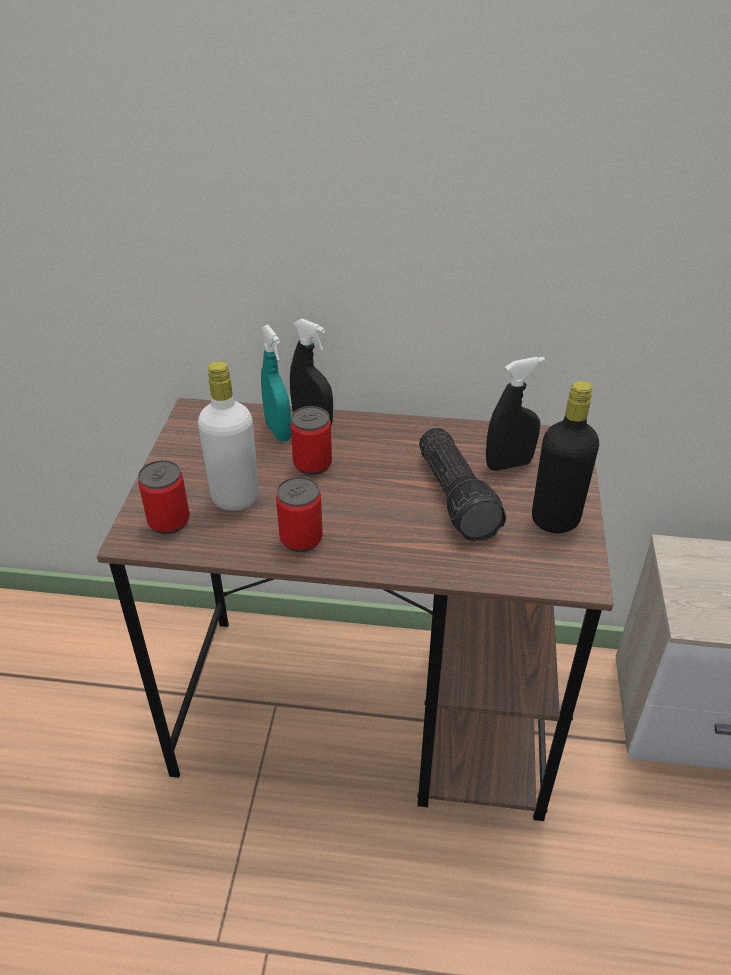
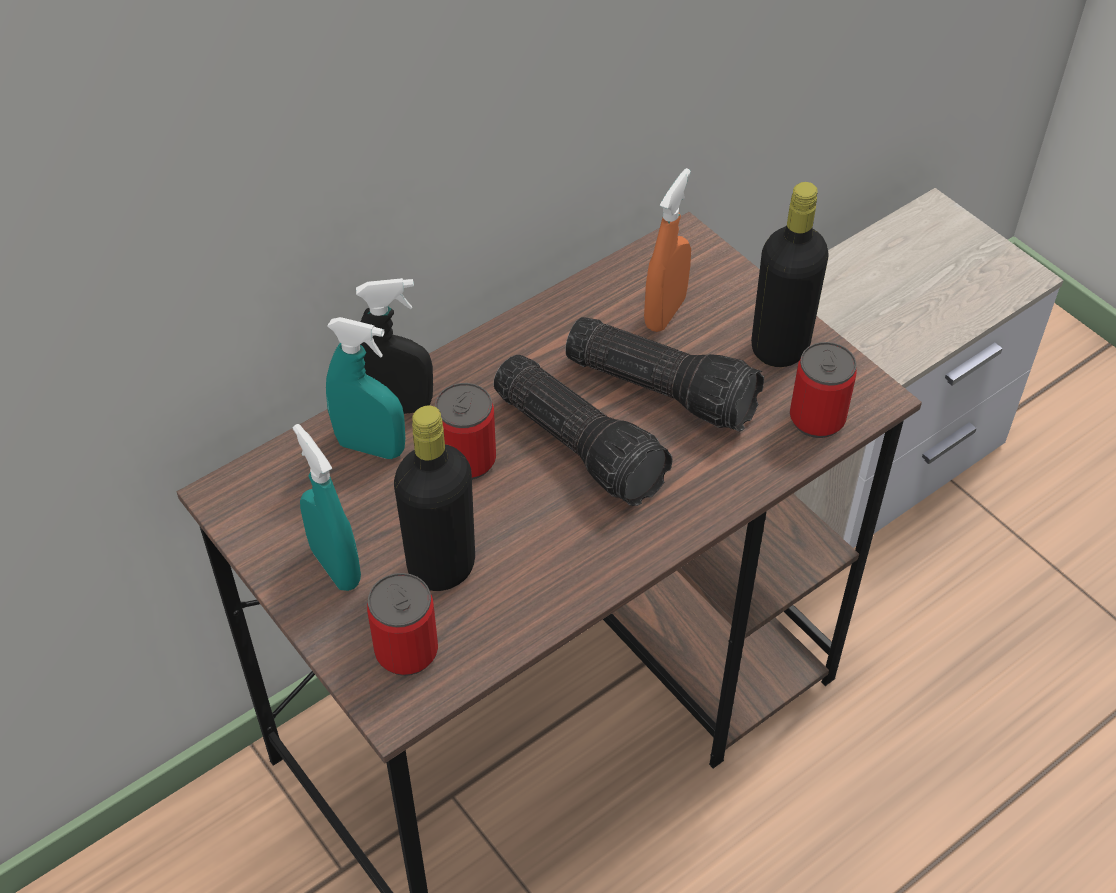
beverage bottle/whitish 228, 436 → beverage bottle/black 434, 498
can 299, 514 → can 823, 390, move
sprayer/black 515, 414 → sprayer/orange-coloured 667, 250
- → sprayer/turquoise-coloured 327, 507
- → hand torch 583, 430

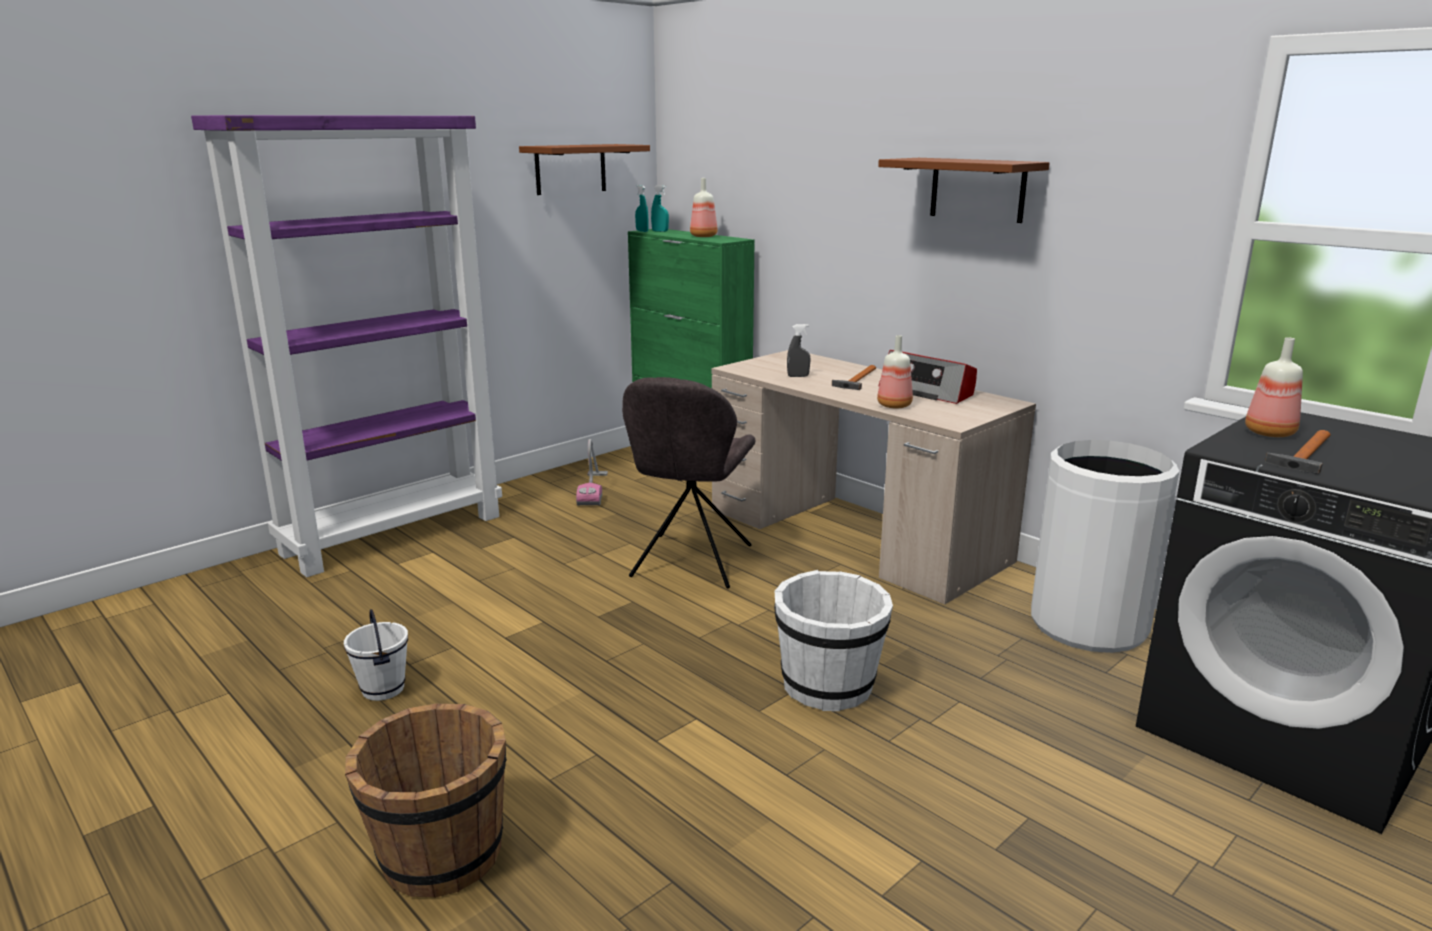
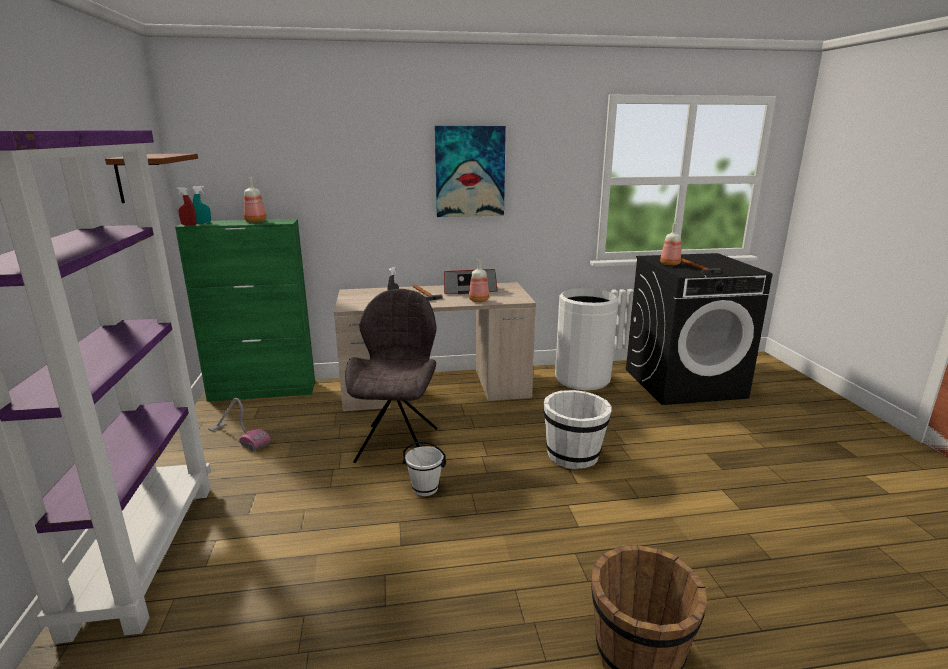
bucket/whitish 376, 655 → bucket/whitish 424, 468, move
upright chair/greyish 689, 482 → upright chair/greyish 391, 376, 135 degrees counterclockwise
sprayer/turquoise-coloured 642, 208 → sprayer/red-coloured 186, 206
shelf/brownish 964, 190 → wall art 470, 171

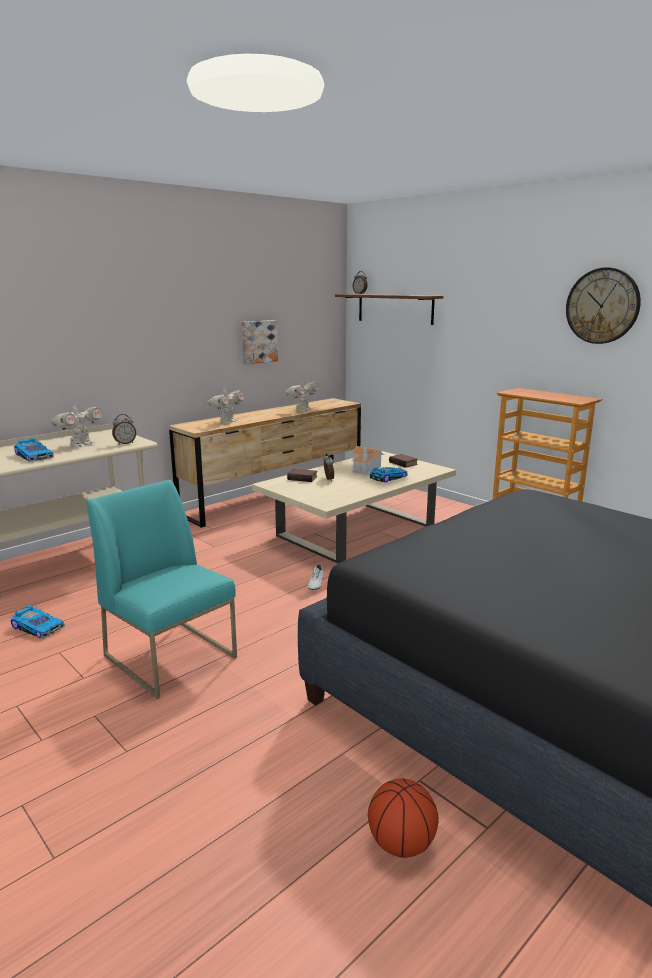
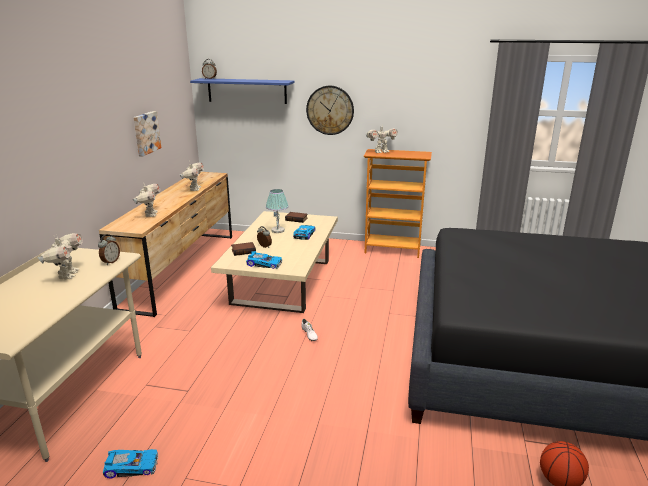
model car 34, 450 → model car 264, 260, move
upright chair/turquoise-coloured 162, 589 → -
shelf/brownish 389, 309 → shelf/blue-coloured 242, 91
toy house 368, 460 → table lamp 277, 211
wall clock 603, 305 → wall clock 330, 110, move
- → model robot 382, 139

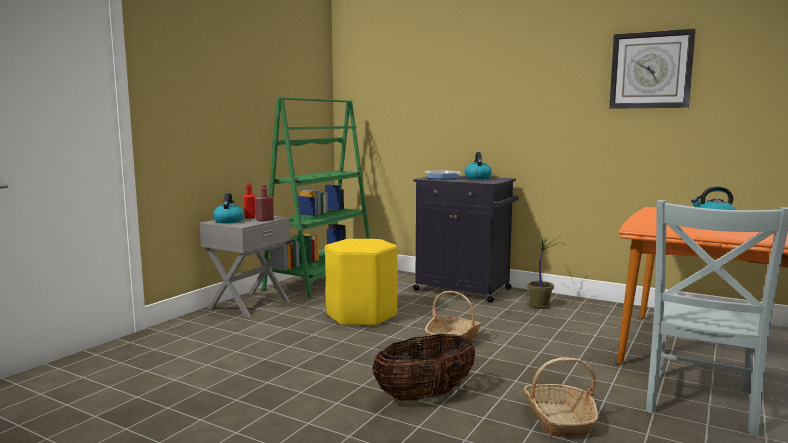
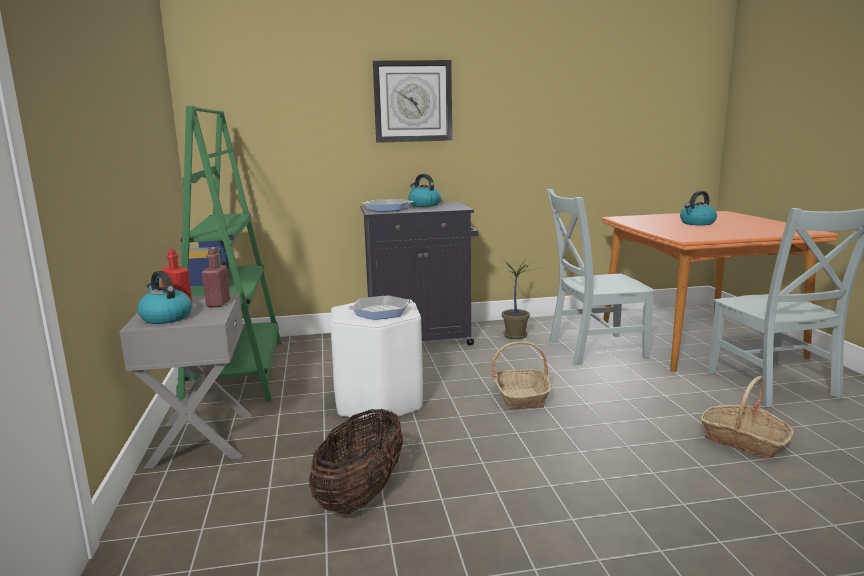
stool seat/yellow-coloured 361, 282 → stool seat/whitish 376, 362
storage basket 423, 367 → storage basket 356, 461, move
wall clock 652, 69 → wall clock 412, 101, move
- → pan 380, 307
- → upright chair/greyish 601, 277

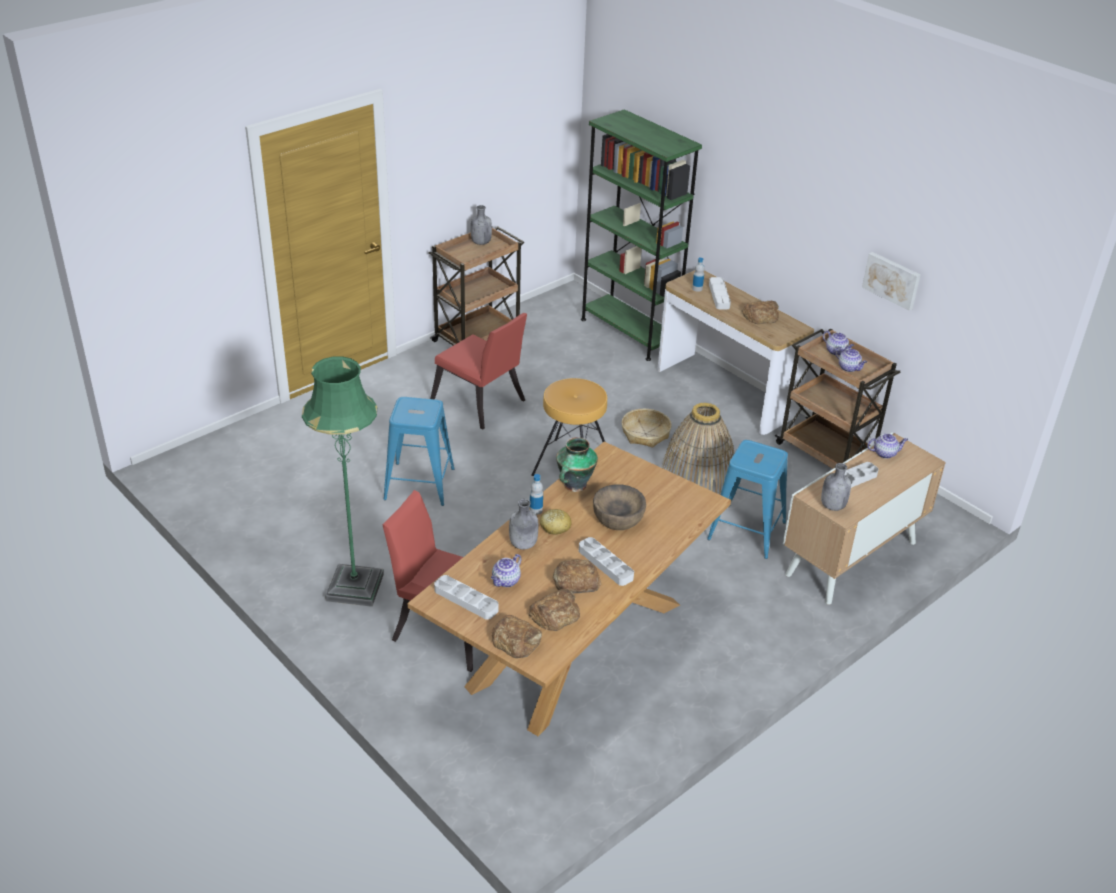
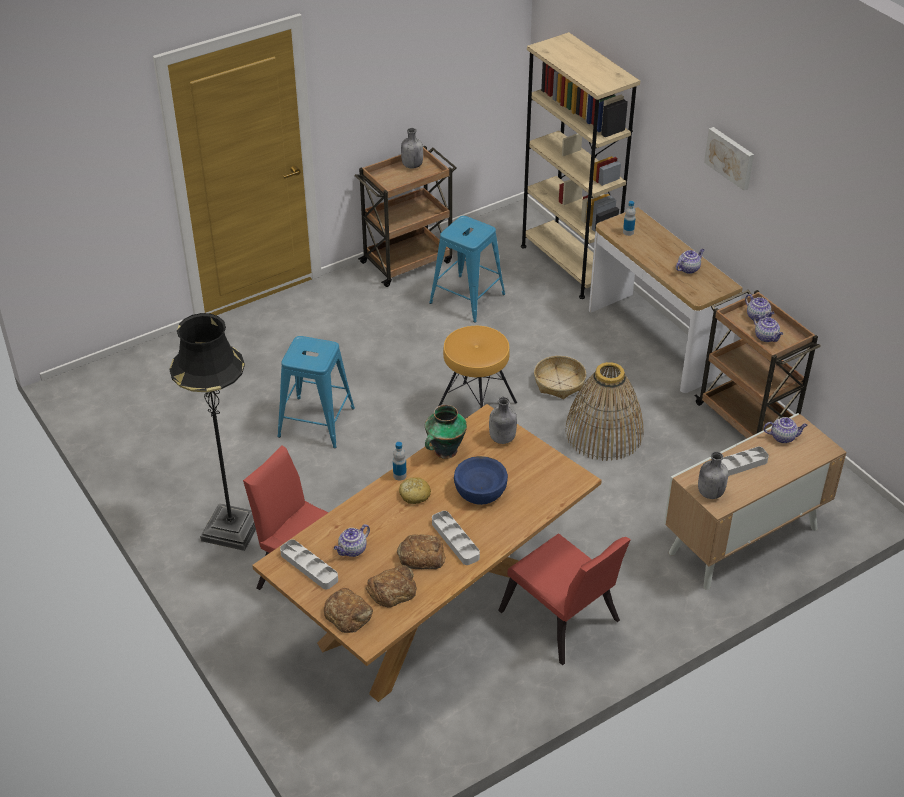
standard lamp/green 343, 481 → standard lamp/black 212, 432
upright chair/red-coloured 478, 371 → upright chair/red-coloured 564, 599, move
beverage bottle/greyish 523, 524 → beverage bottle/greyish 503, 420, move
bookcase/green 641, 235 → bookcase/beige-coloured 580, 165
deep dish/brownish 619, 507 → deep dish/blue-coloured 481, 480
stool seat/blue-coloured 747, 499 → stool seat/blue-coloured 467, 269, move
tray/greyish 720, 293 → -
bakery bread 760, 312 → tea pot 690, 261
wall art 891, 281 → wall art 729, 158, move

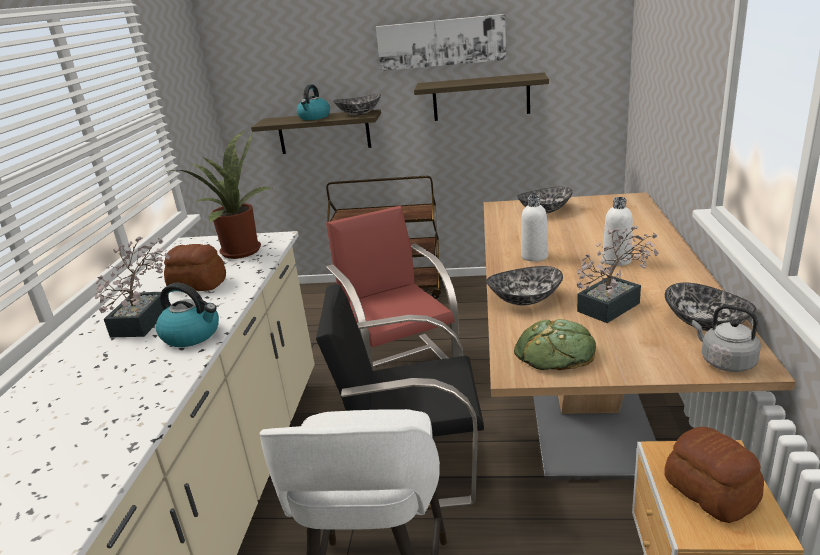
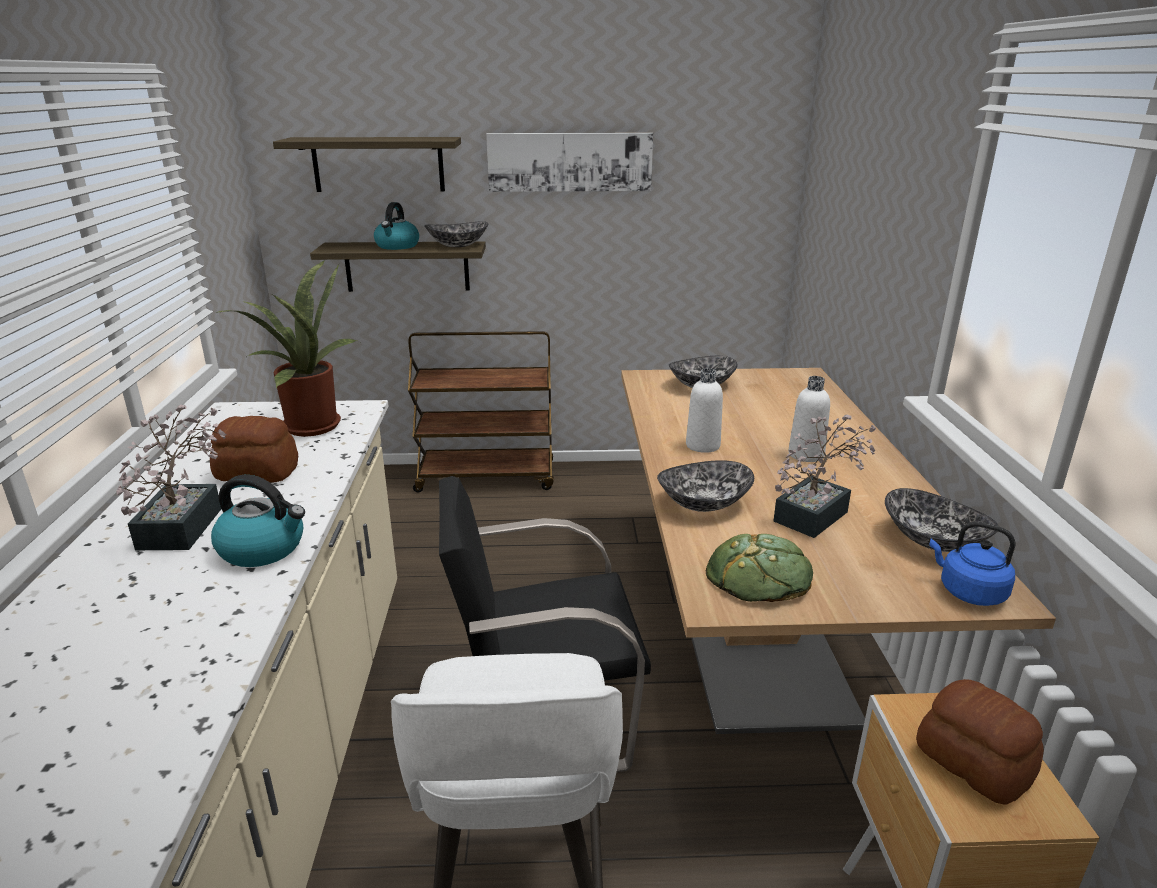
upright chair/red-coloured 393, 288 → -
shelf 481, 97 → shelf 367, 164, move
kettle/greyish 726, 338 → kettle/blue-coloured 972, 563

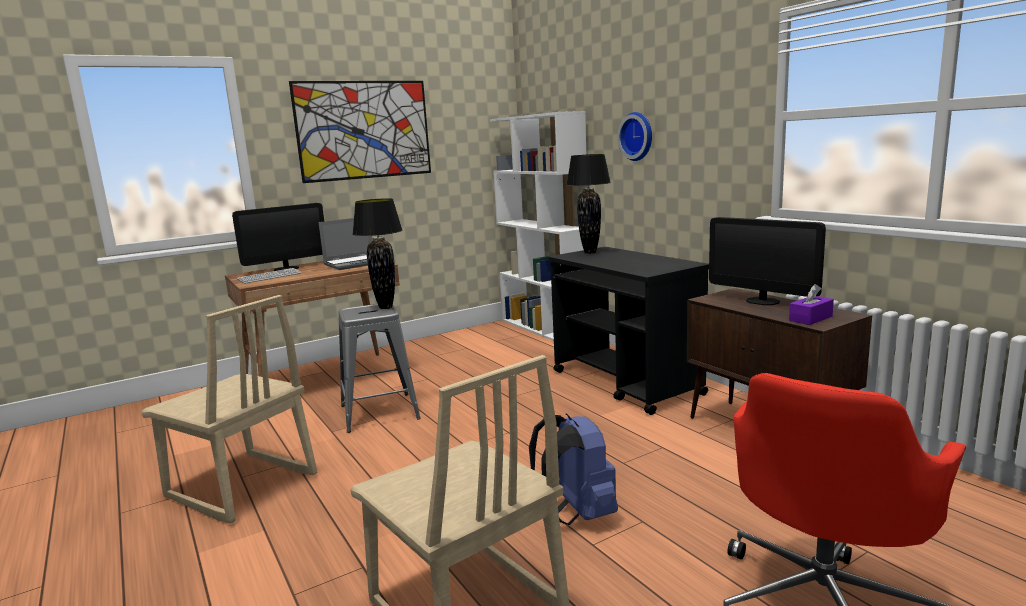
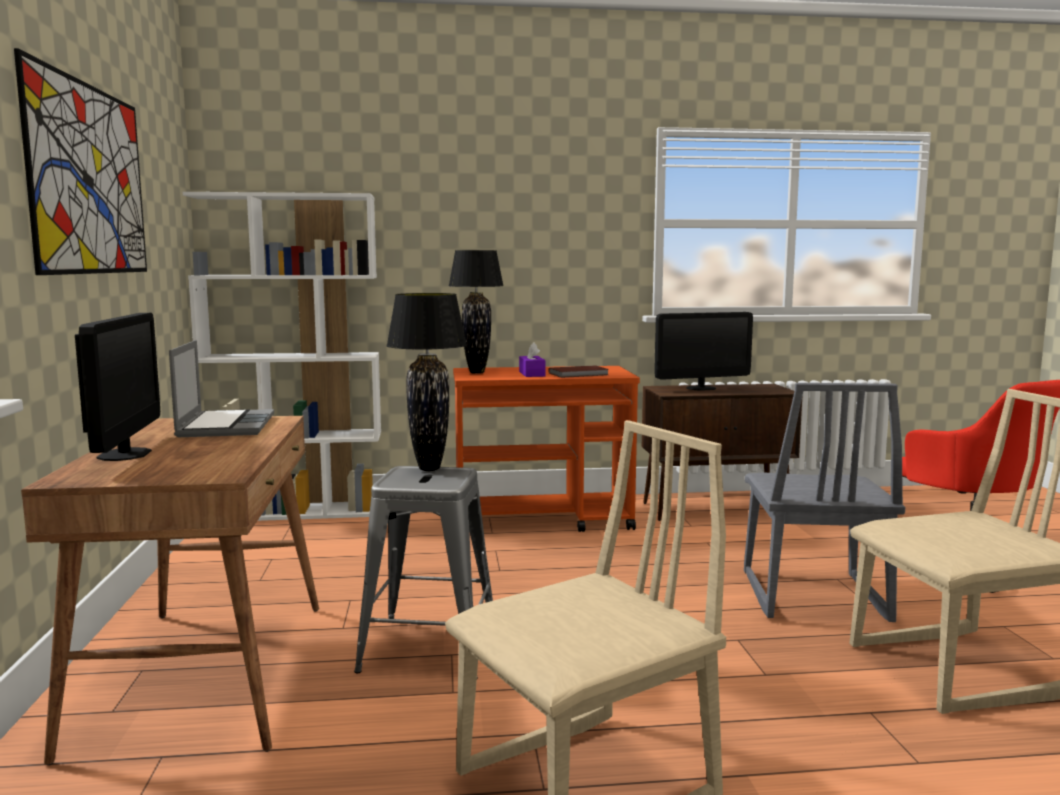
PC keyboard 269, 276 → -
backpack/blue-coloured 573, 469 → upright chair/greyish 824, 502
cart/black 628, 331 → cart/orange-coloured 546, 449
wall clock 634, 136 → -
tissue box/purple-coloured 811, 304 → tissue box/purple-coloured 532, 359, move
- → book/brownish 579, 371

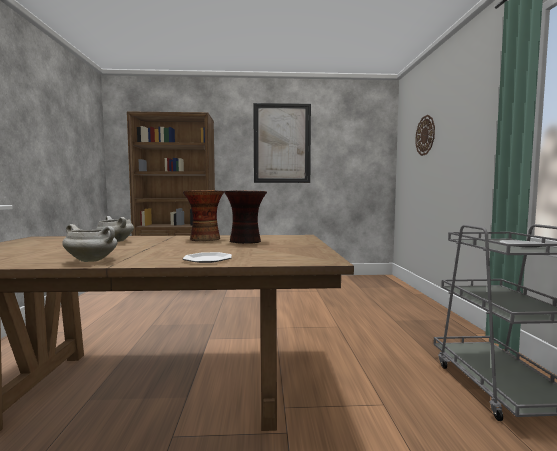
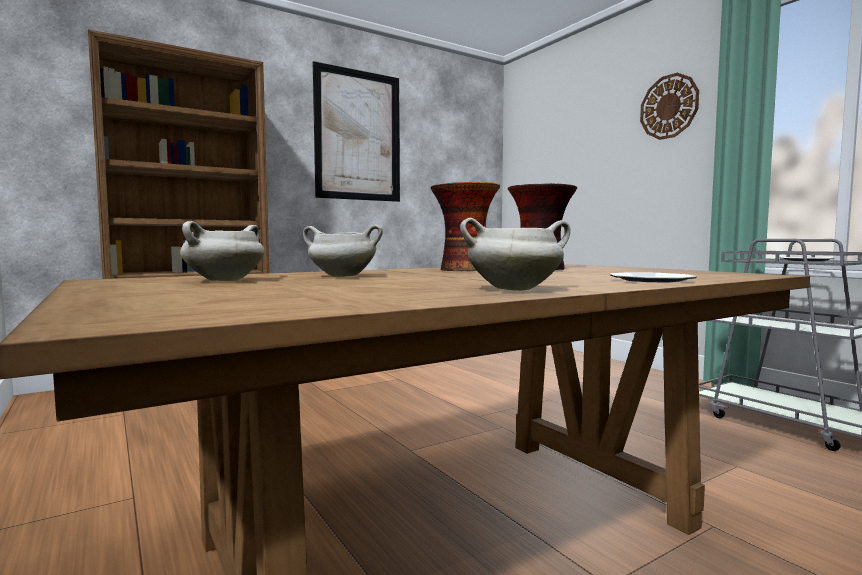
wall clock 425, 135 → wall clock 669, 106, move
- → cooking pot/whitish 222, 251

